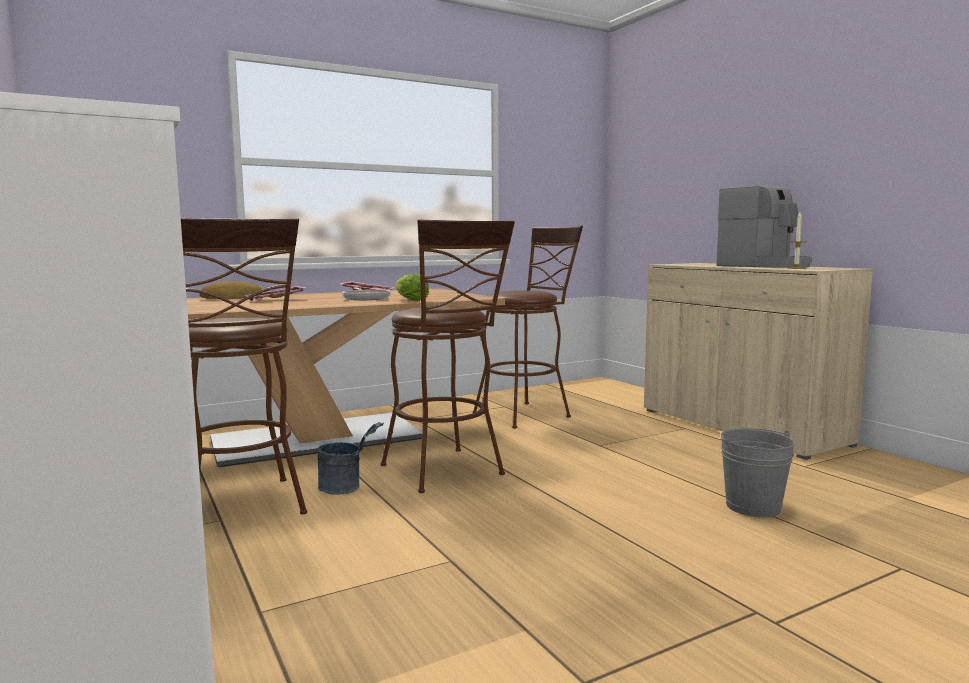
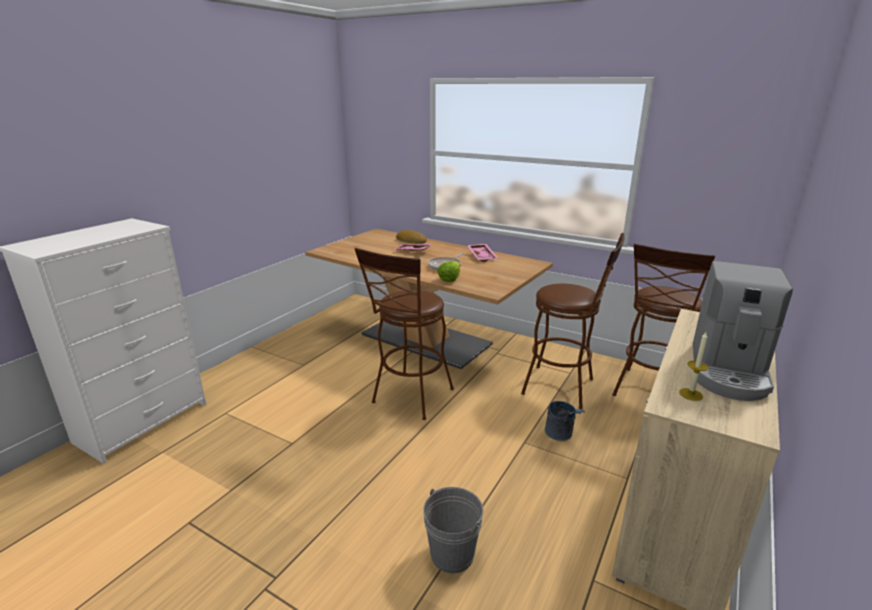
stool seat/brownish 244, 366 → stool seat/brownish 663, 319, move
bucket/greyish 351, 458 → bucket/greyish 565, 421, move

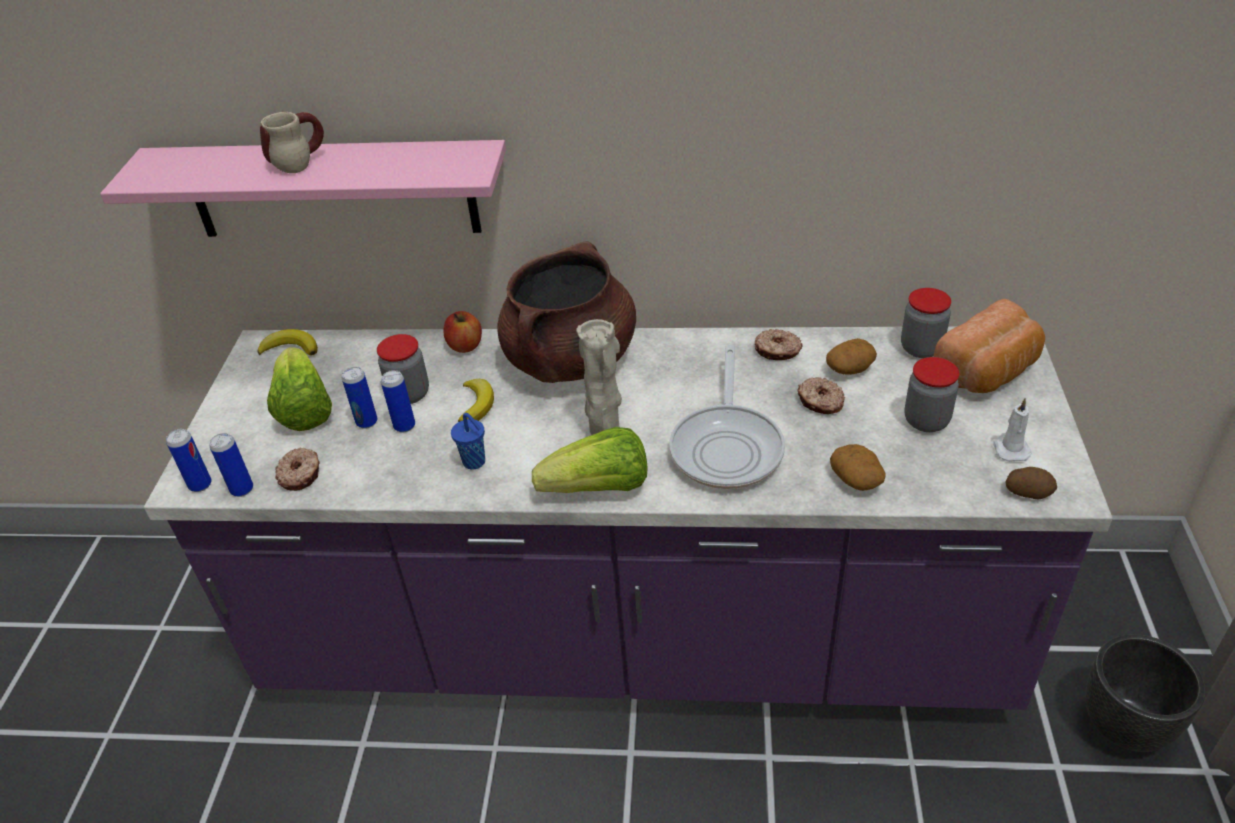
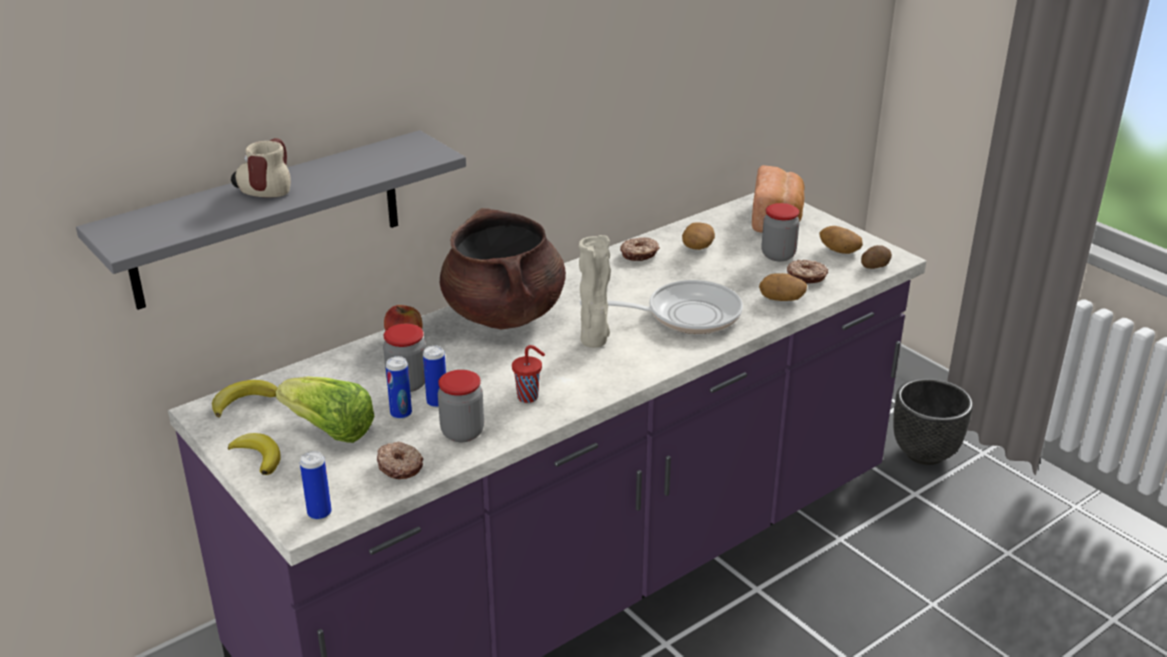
shelf/pink 303, 188 → shelf/greyish 271, 220
can 231, 465 → -
small cup/blue-coloured 468, 441 → small cup/red-coloured 528, 374
banana fruit 476, 400 → banana fruit 254, 454, move
lettuce 590, 460 → -
pan 727, 417 → pan 661, 307, 60 degrees counterclockwise
ring doughnut 821, 395 → ring doughnut 807, 272, move
storage jar 926, 323 → storage jar 461, 406, move
wax candle/whitish 1012, 430 → potato 841, 240

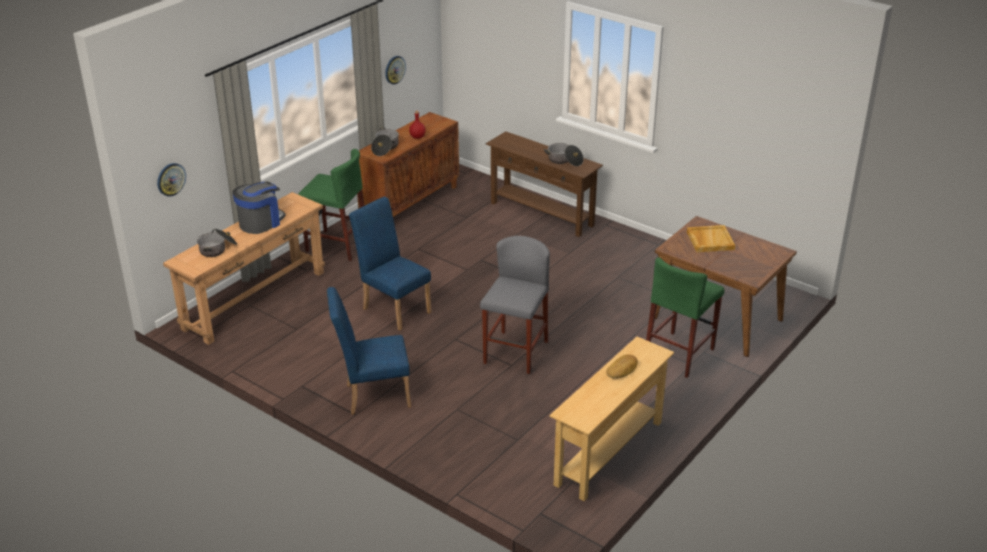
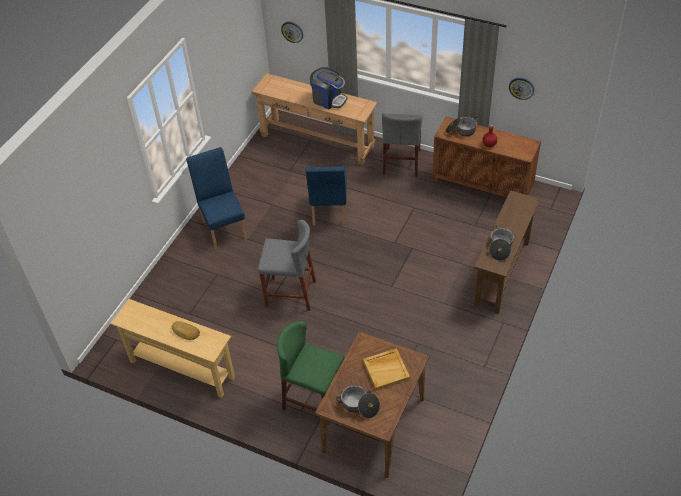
cooking pot 217, 243 → cooking pot 358, 401, move
stool seat/green 331, 205 → upright chair/greyish 402, 145
upright chair/blue-coloured 390, 264 → upright chair/blue-coloured 326, 195, 150 degrees clockwise

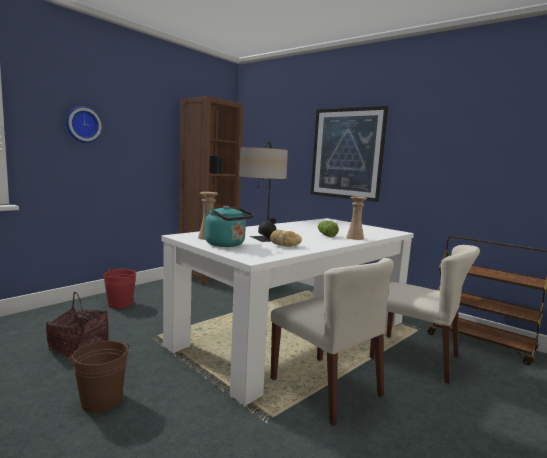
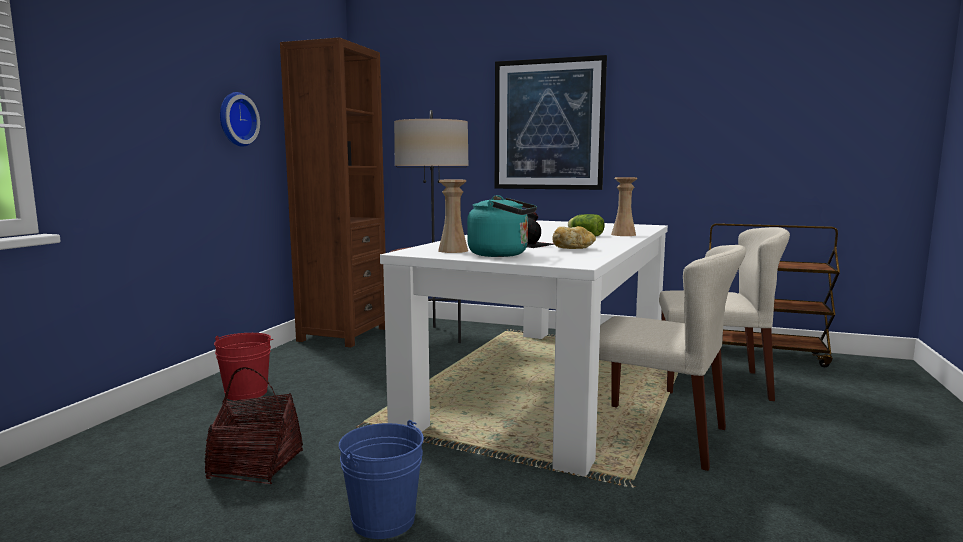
wall clock 84, 124 → wall clock 240, 119, move
bucket/brownish 100, 377 → bucket/blue-coloured 381, 479

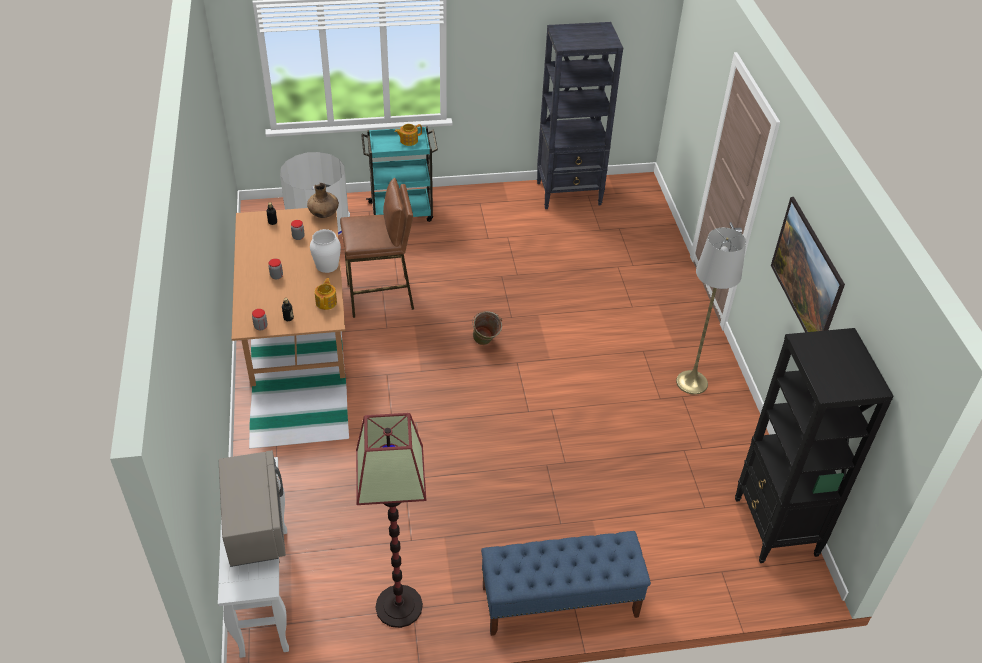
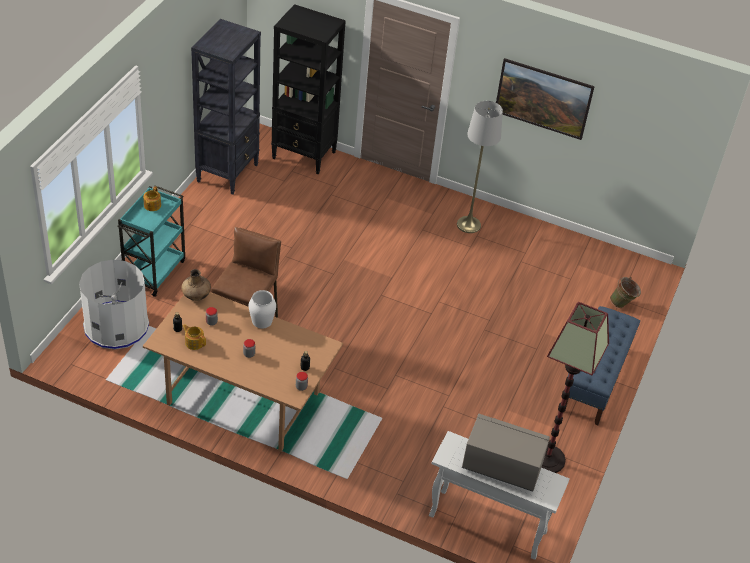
tea pot 326, 294 → tea pot 194, 337, move
bucket/green 487, 328 → bucket/green 625, 292, move
bookcase/black 814, 445 → bookcase/black 308, 89, move

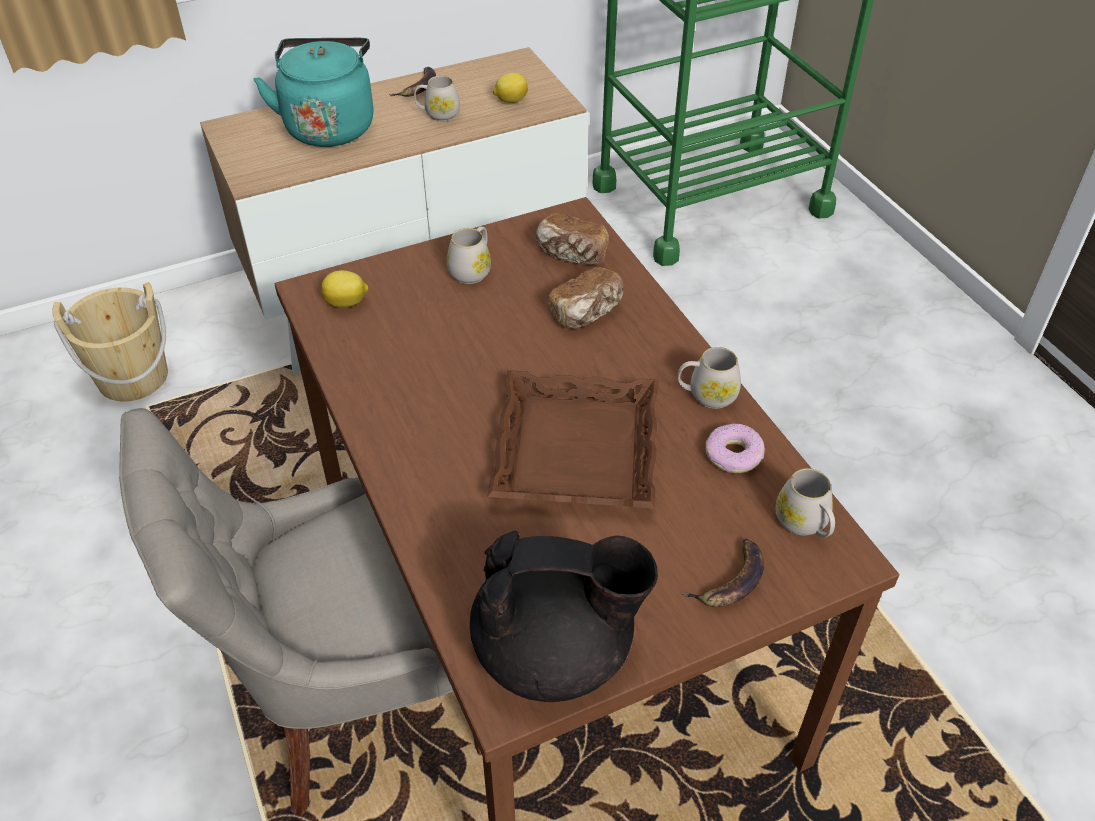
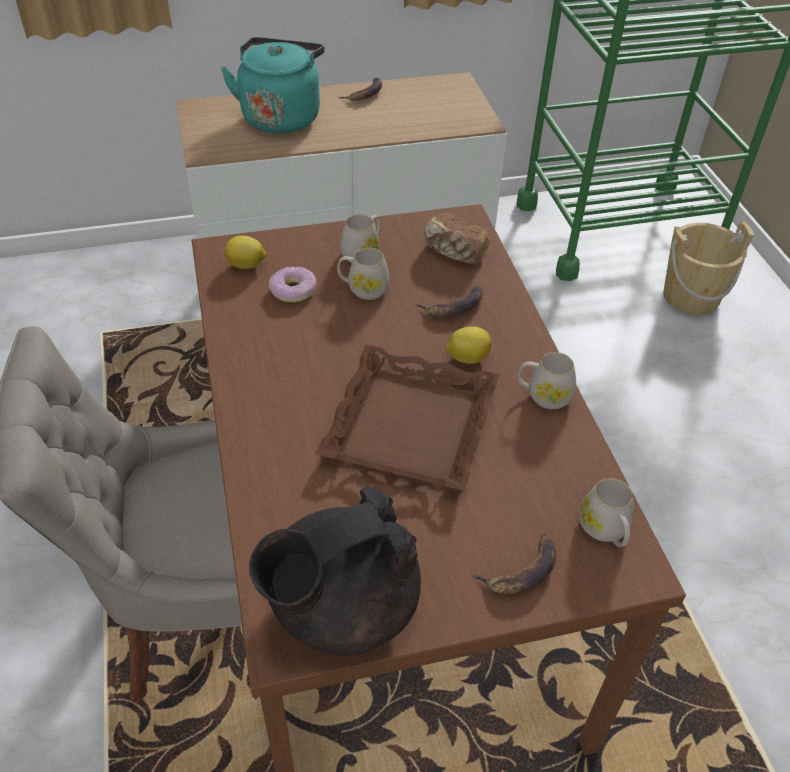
bucket/beige-coloured 110, 342 → bucket/beige-coloured 708, 268, move
mug/whitish 437, 98 → mug/whitish 363, 274, move
tea pot/black 564, 616 → tea pot/black 335, 571, 135 degrees clockwise
citrus fruit 510, 88 → citrus fruit 468, 345, move
bakery bread 586, 298 → banana fruit 449, 300
ring doughnut 735, 448 → ring doughnut 292, 284, move

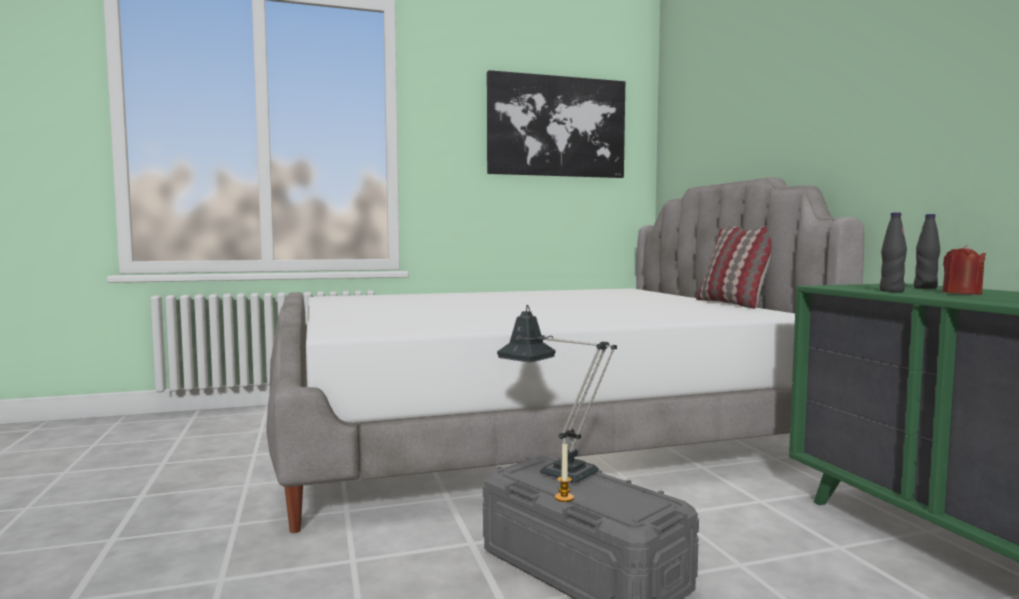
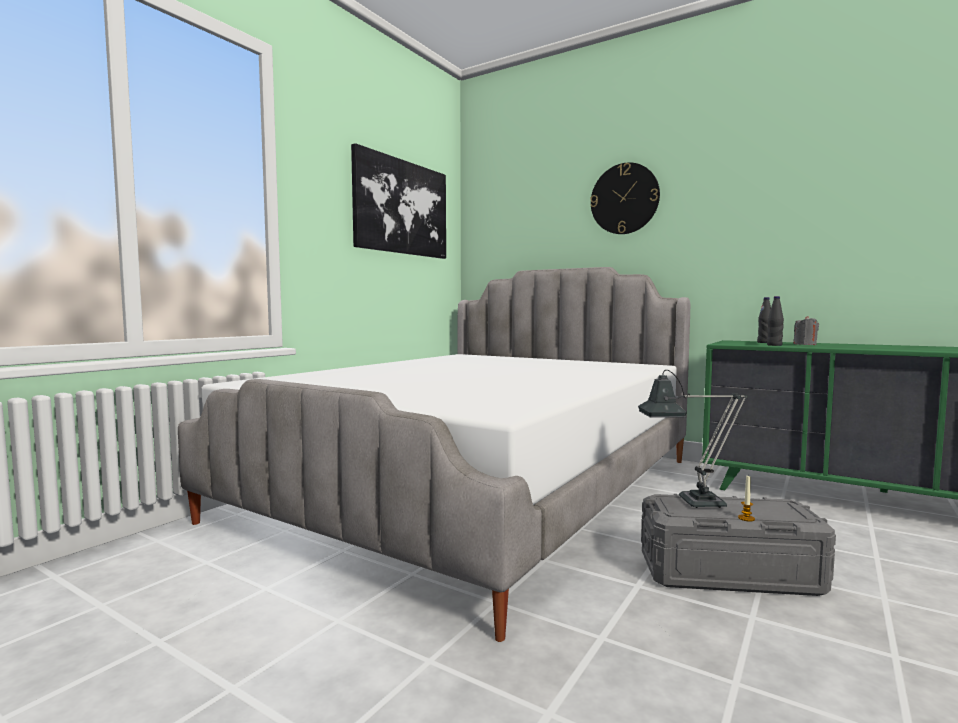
pillow 733, 267 → -
wax candle/red-coloured 964, 270 → wax candle/greyish 806, 330
- → wall clock 625, 198

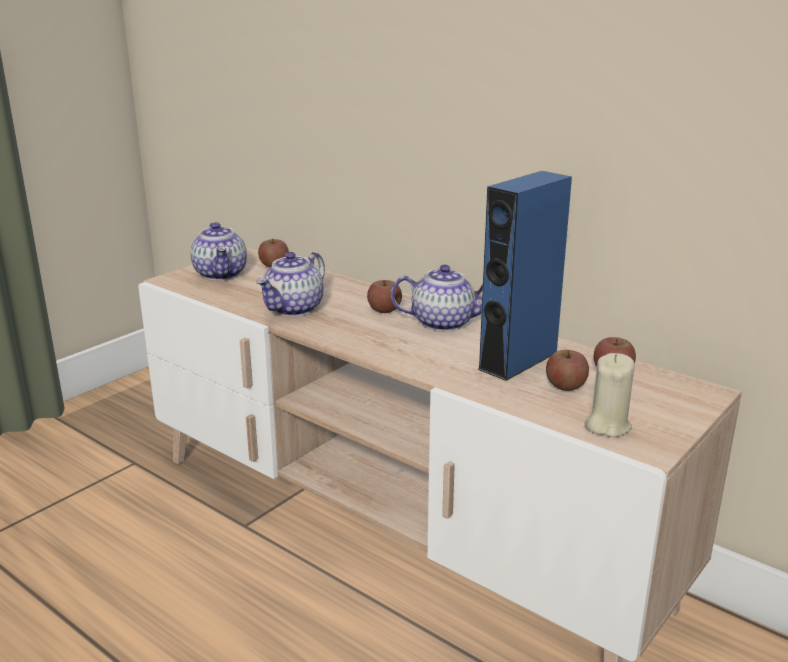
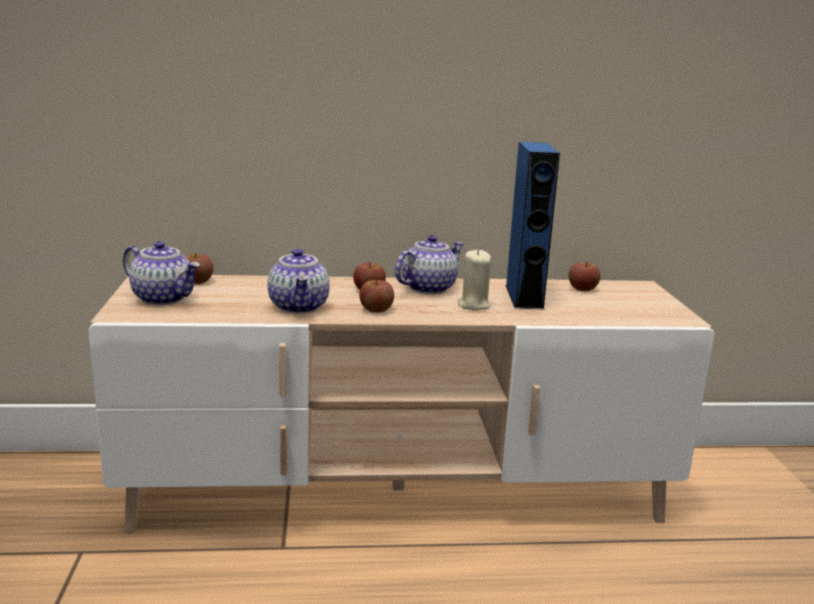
apple 567, 370 → apple 376, 296, move
wax candle/beige-coloured 610, 395 → wax candle/beige-coloured 474, 279, move

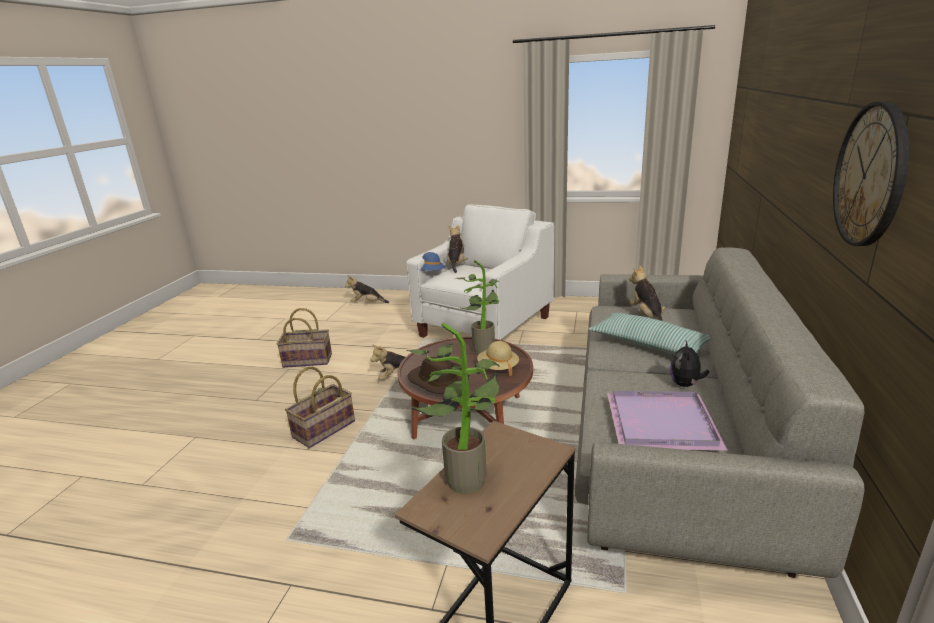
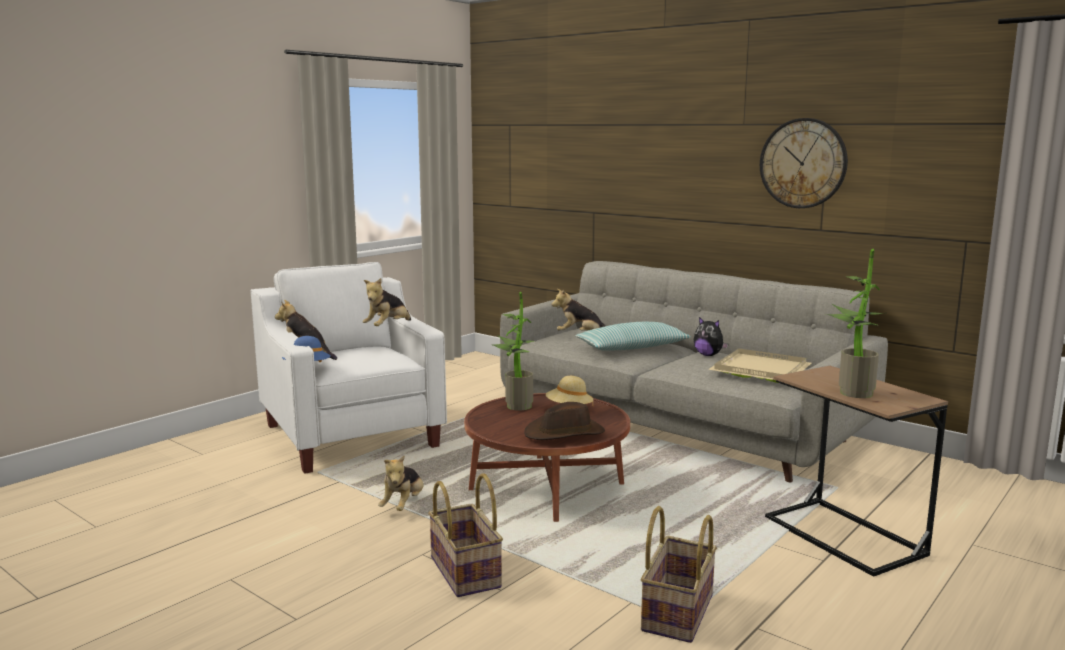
storage basket 304, 338 → storage basket 679, 574, move
soft toy 366, 289 → soft toy 387, 302, move
tray/purple-coloured 667, 421 → tray/beige-coloured 759, 366

